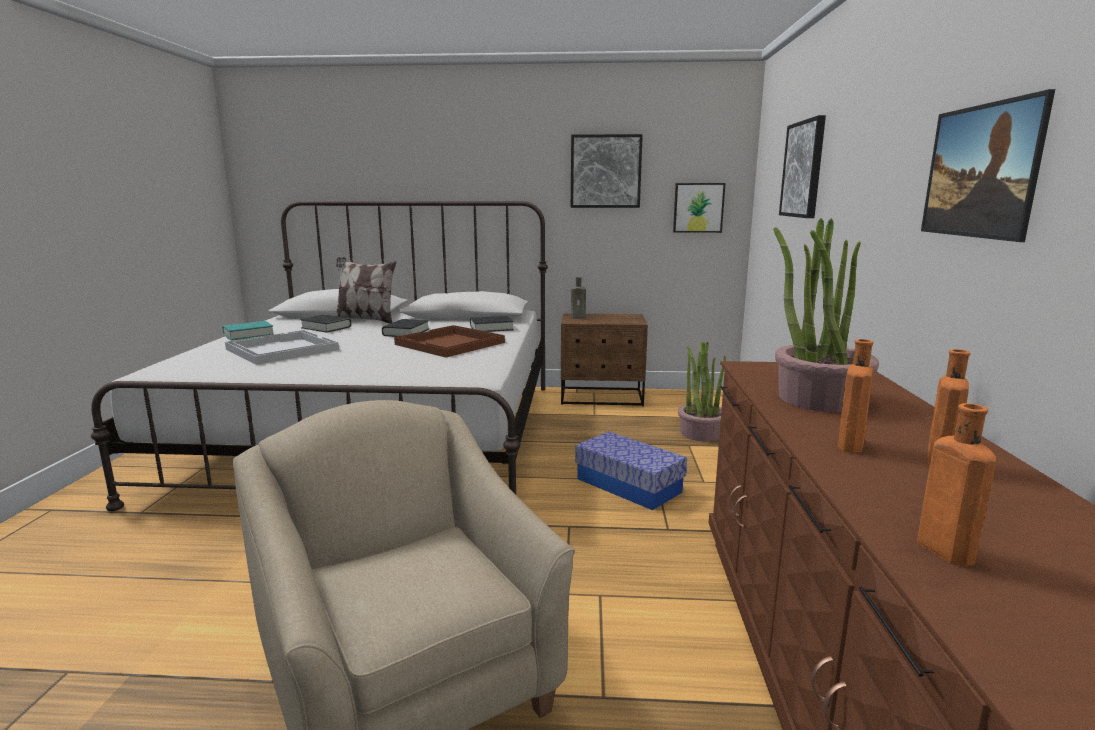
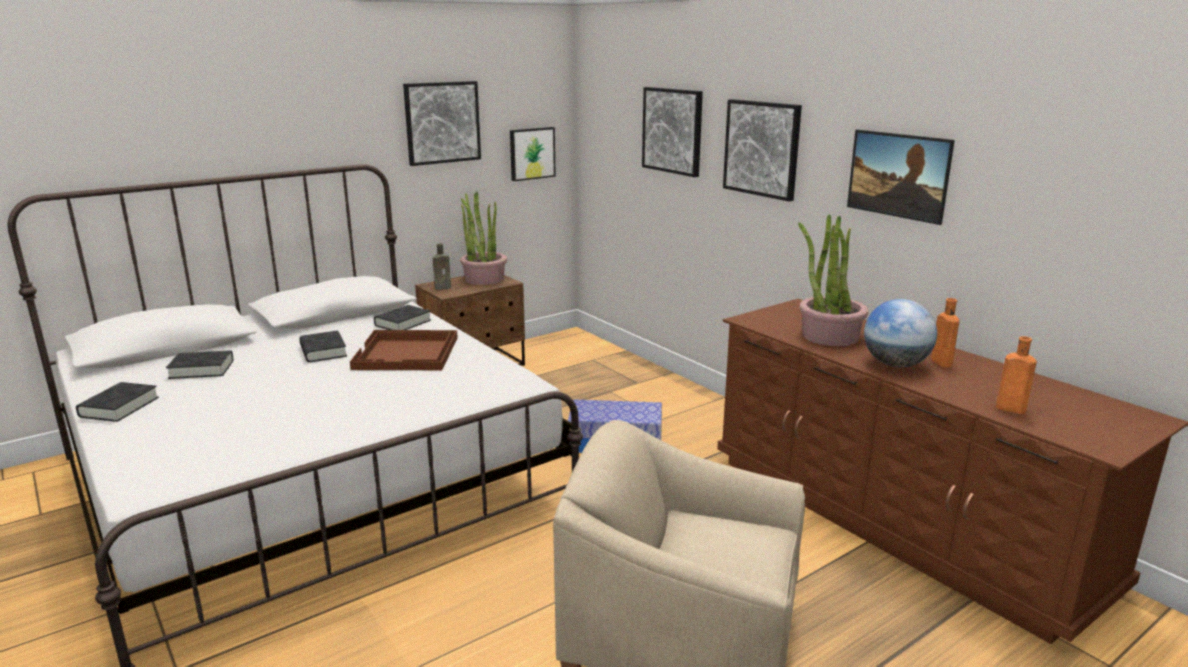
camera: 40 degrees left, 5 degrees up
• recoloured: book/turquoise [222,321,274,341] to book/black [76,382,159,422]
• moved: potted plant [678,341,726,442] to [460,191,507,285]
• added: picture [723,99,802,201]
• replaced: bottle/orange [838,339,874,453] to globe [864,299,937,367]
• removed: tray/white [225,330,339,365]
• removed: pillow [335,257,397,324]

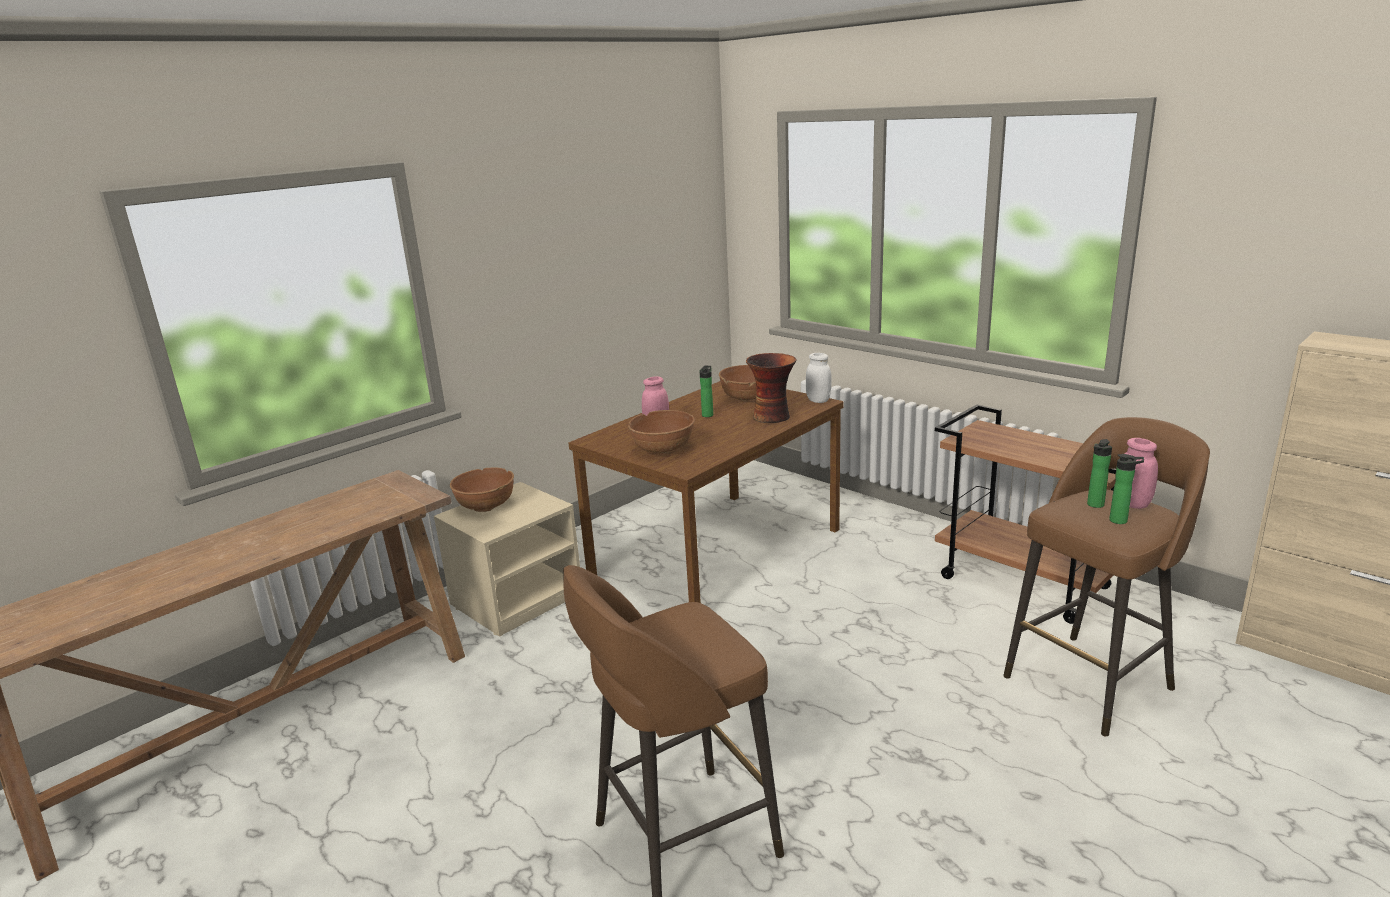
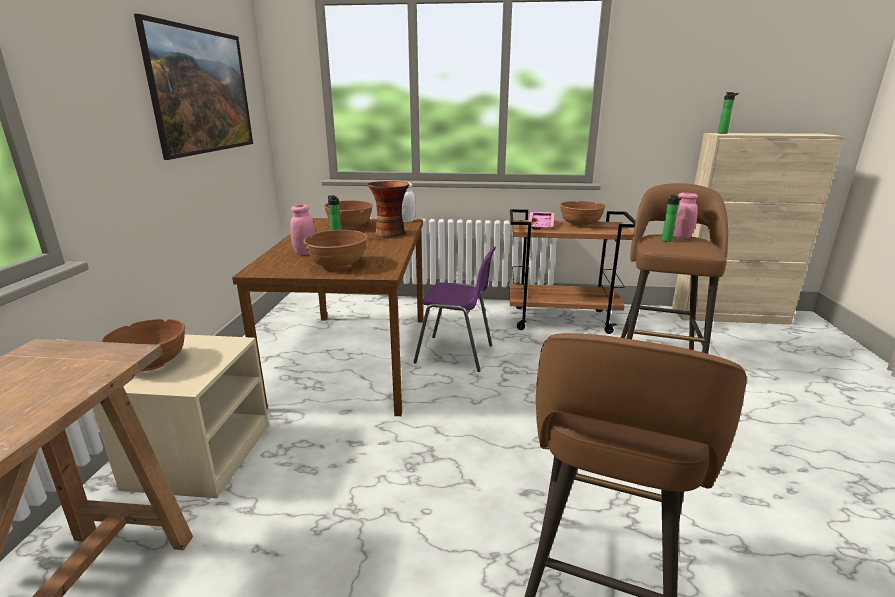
camera: 40 degrees left, 0 degrees up
• added: picture [134,14,253,160]
• added: chair/purple [414,246,496,372]
• added: tray/pink [528,212,554,230]
• added: bowl/brown [560,201,605,227]
• moved: bottle [1109,454,1144,524] to [718,92,739,134]

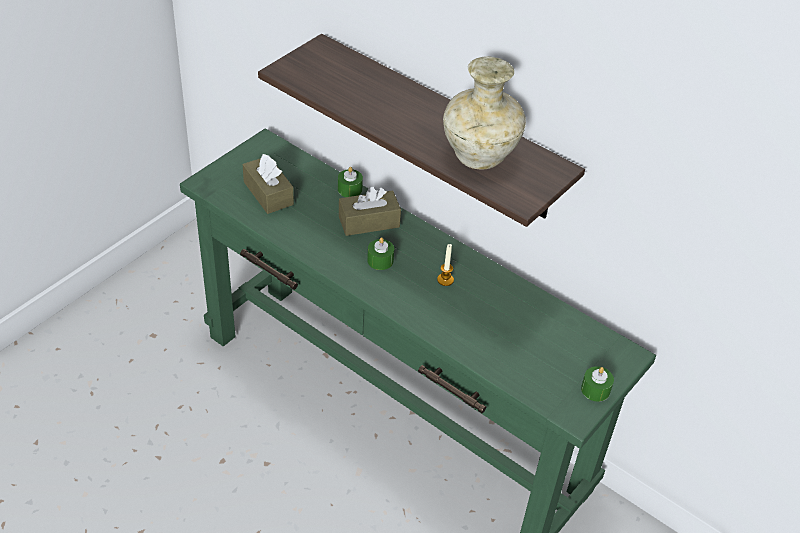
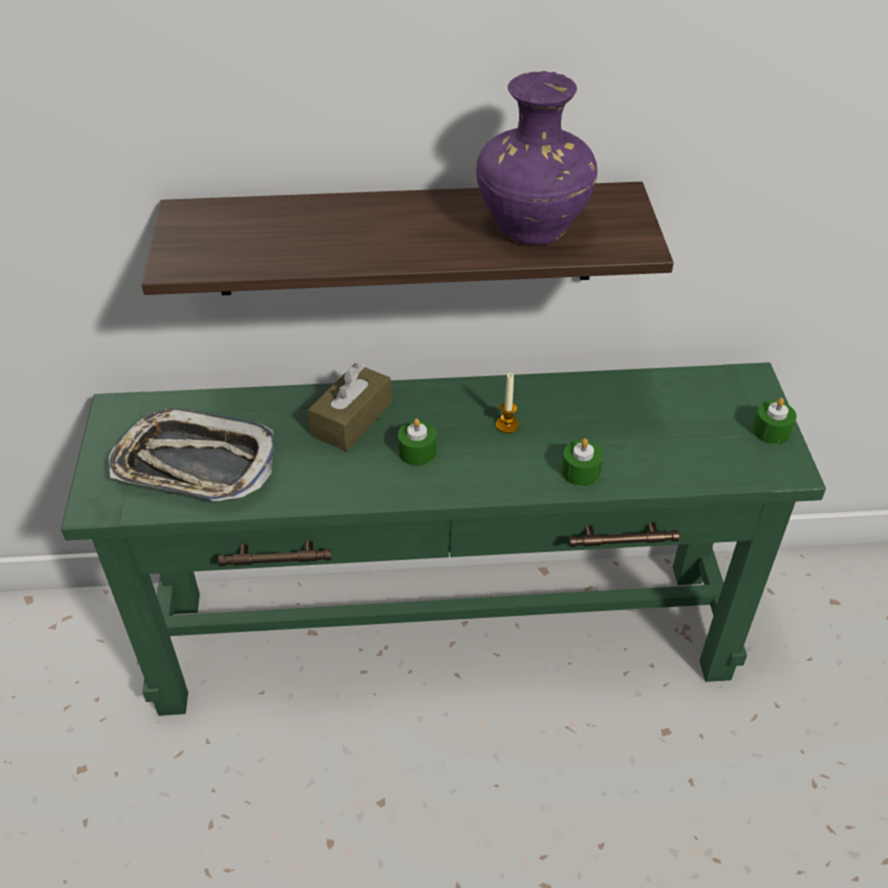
camera: 40 degrees left, 0 degrees up
• replaced: tissue box/brown [243,154,294,214] to tray [109,408,274,501]
• recoloured: vase/beige [443,56,526,170] to vase/purple [476,71,598,245]
• moved: candle/green [338,167,363,197] to [562,438,603,486]

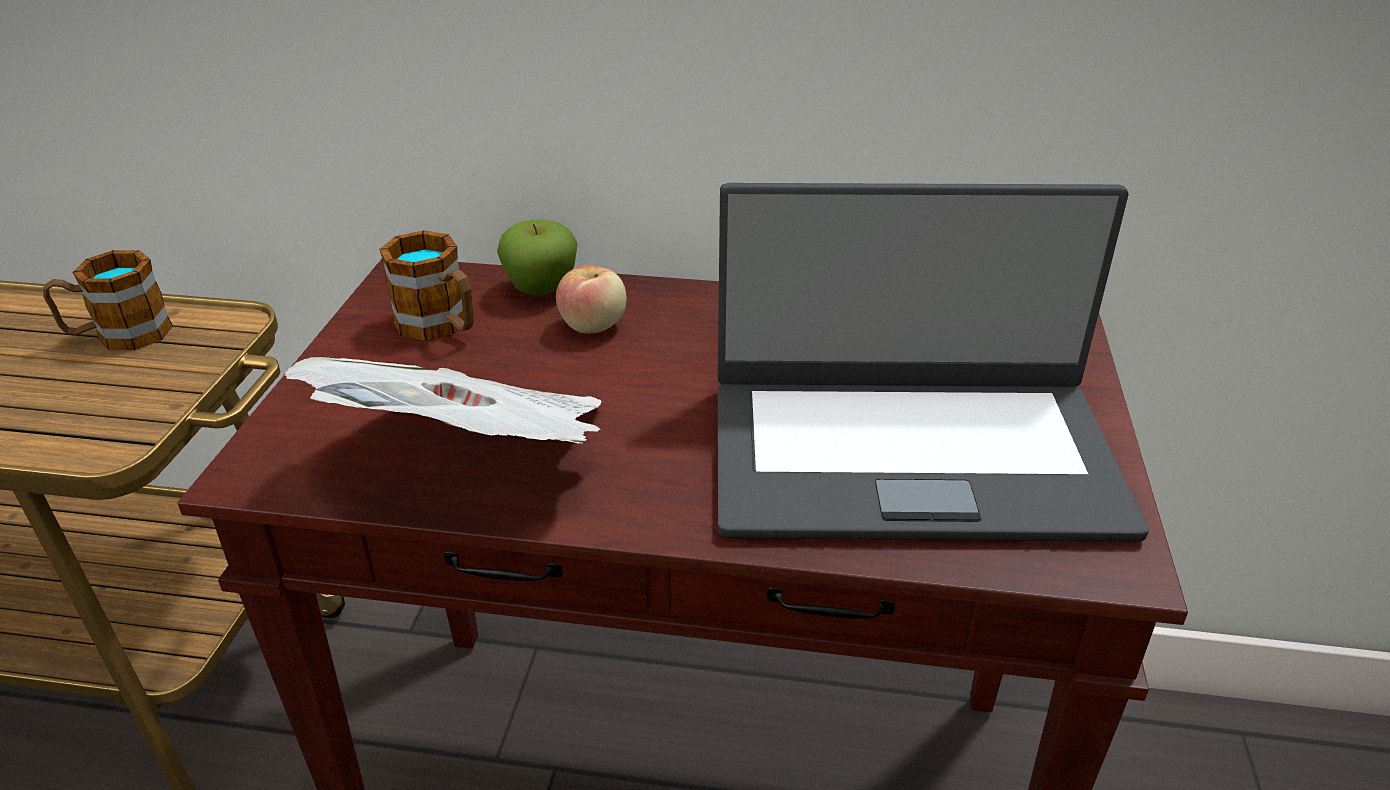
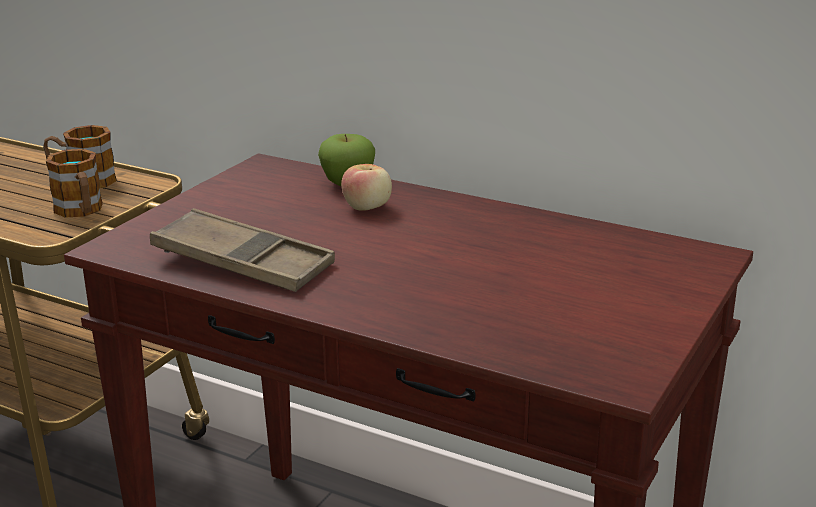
camera: 20 degrees right, 10 degrees down
• moved: mug [379,230,474,341] to [46,149,103,218]
• replaced: newspaper [285,357,602,444] to tray/brown [150,208,335,292]
• removed: laptop [718,183,1149,542]

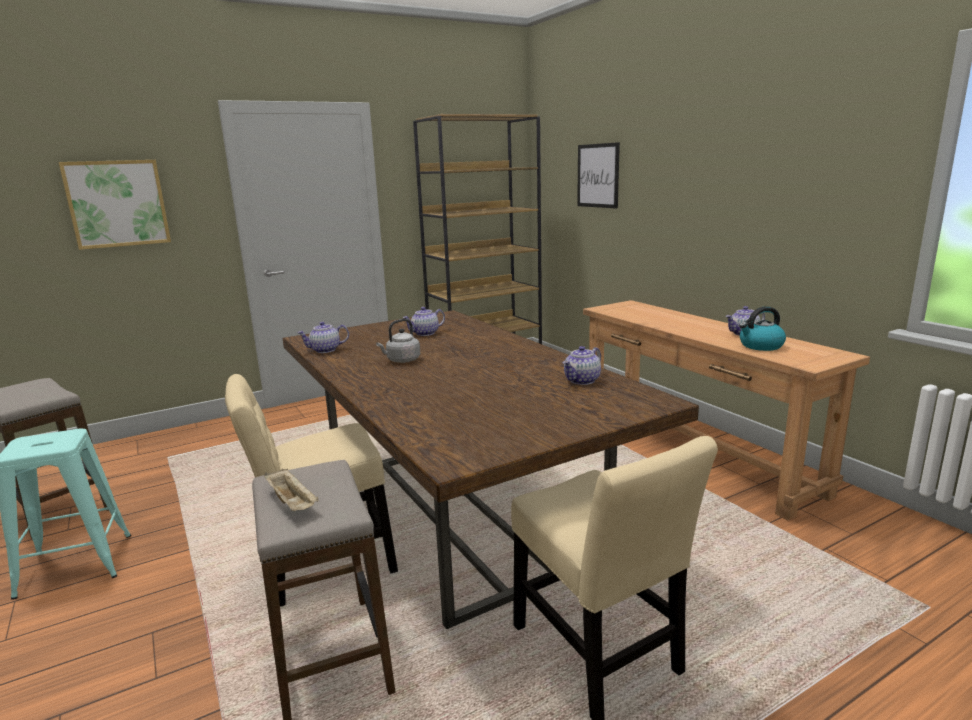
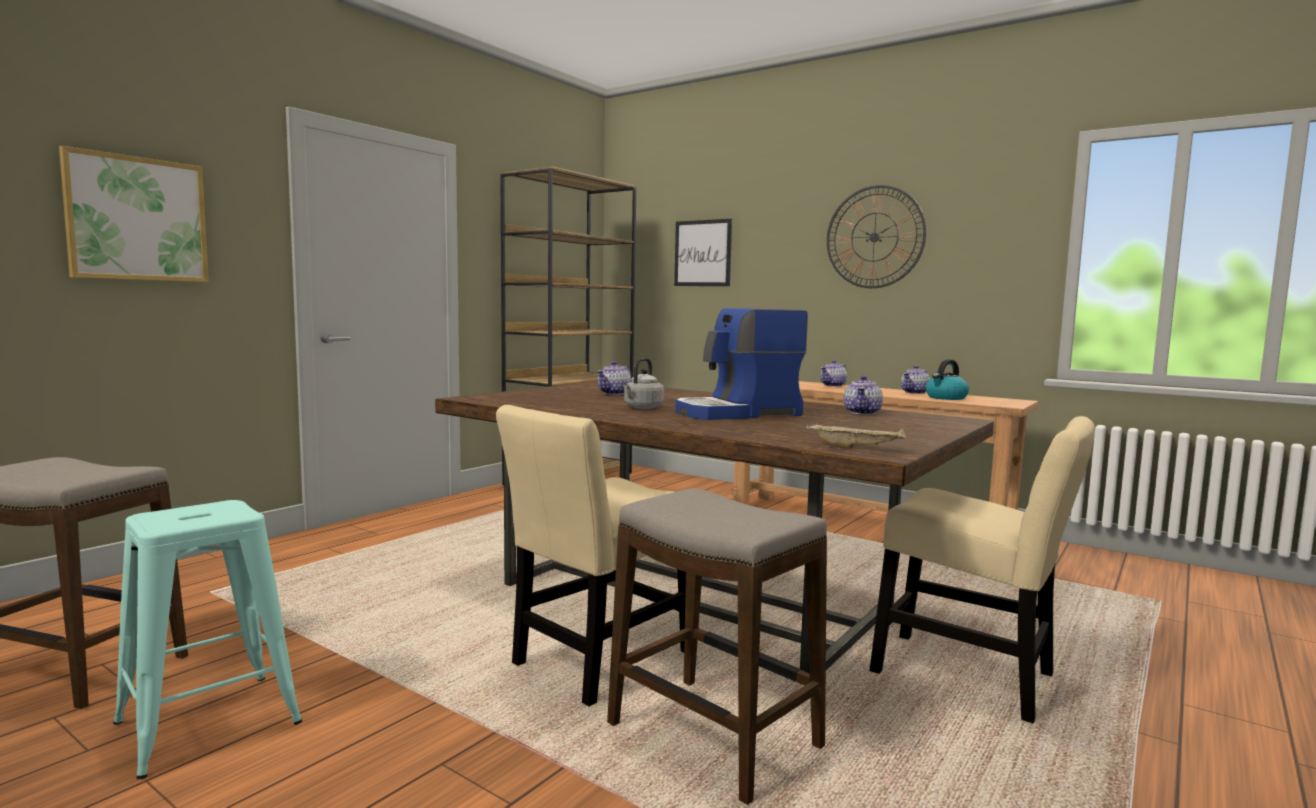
camera: 25 degrees left, 10 degrees down
• added: coffee machine [675,308,808,420]
• moved: tray/beige [264,469,319,511] to [806,423,906,449]
• moved: teapot [297,322,349,353] to [820,360,847,387]
• added: wall clock [827,185,926,288]

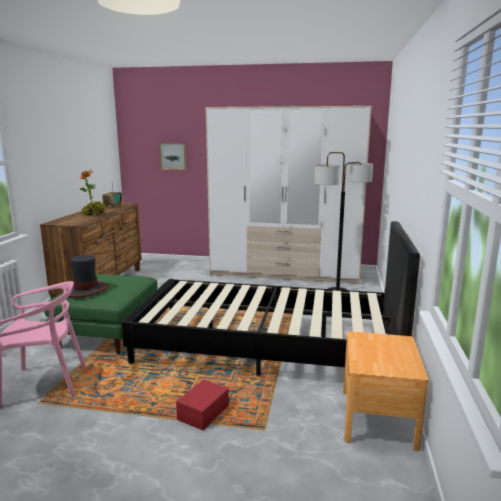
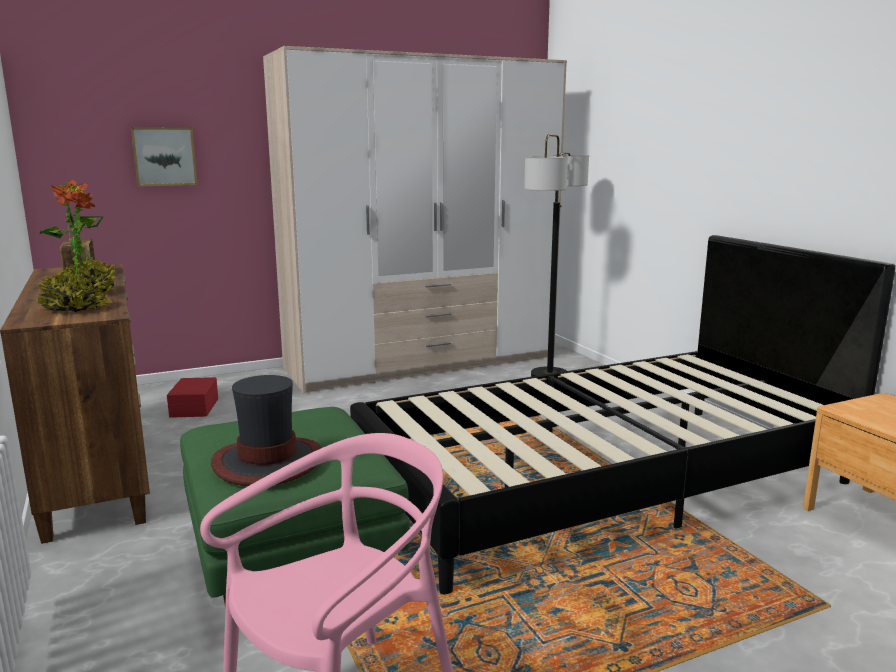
camera: 35 degrees left, 0 degrees up
• added: potted plant [36,185,113,312]
• moved: storage box/red [176,380,229,430] to [167,377,218,418]

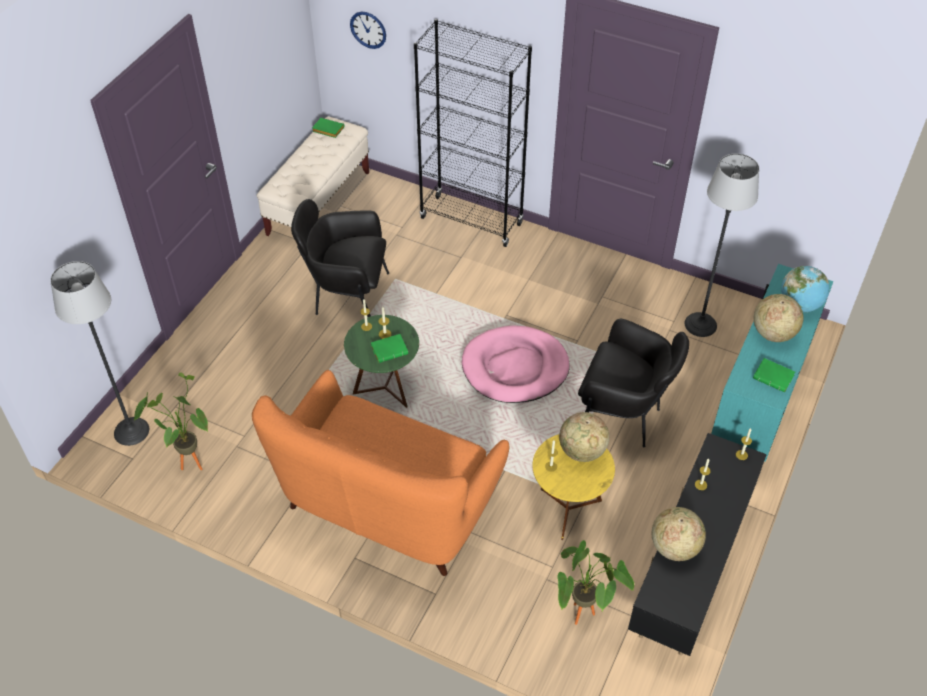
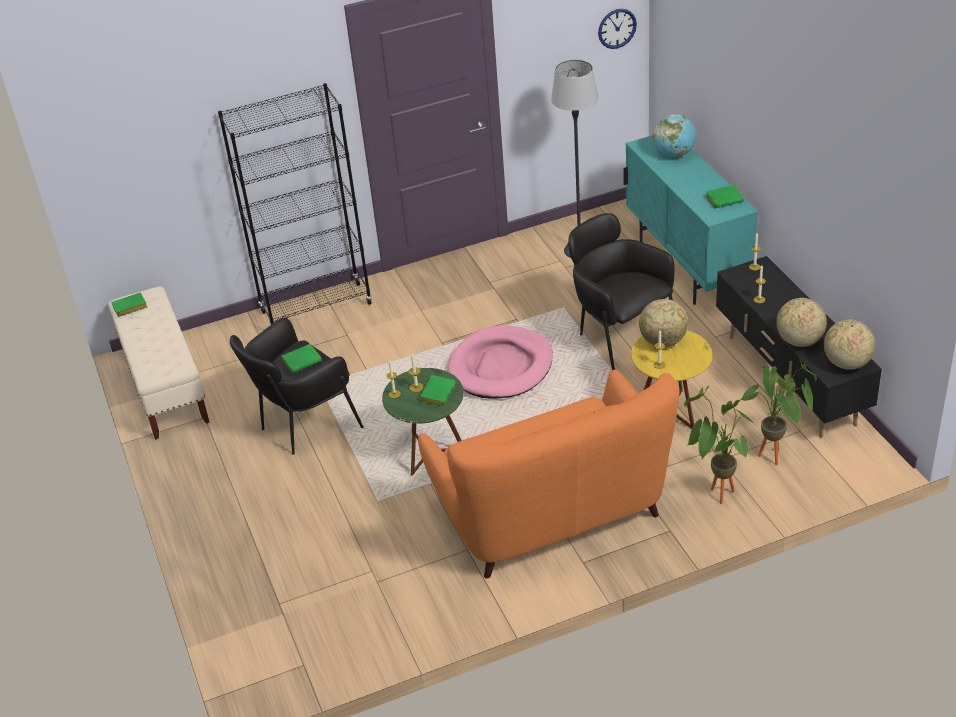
camera: 45 degrees left, 10 degrees down
• added: book/green [281,344,322,373]
• turned: armchair/black [578,319,689,447] = [568,213,674,370] 105 degrees counterclockwise
• moved: wall clock [350,12,386,49] to [598,9,637,49]
• moved: potted plant [134,373,208,470] to [684,386,755,504]
• moved: globe [754,294,804,342] to [824,319,876,370]
• removed: floor lamp [50,261,149,446]

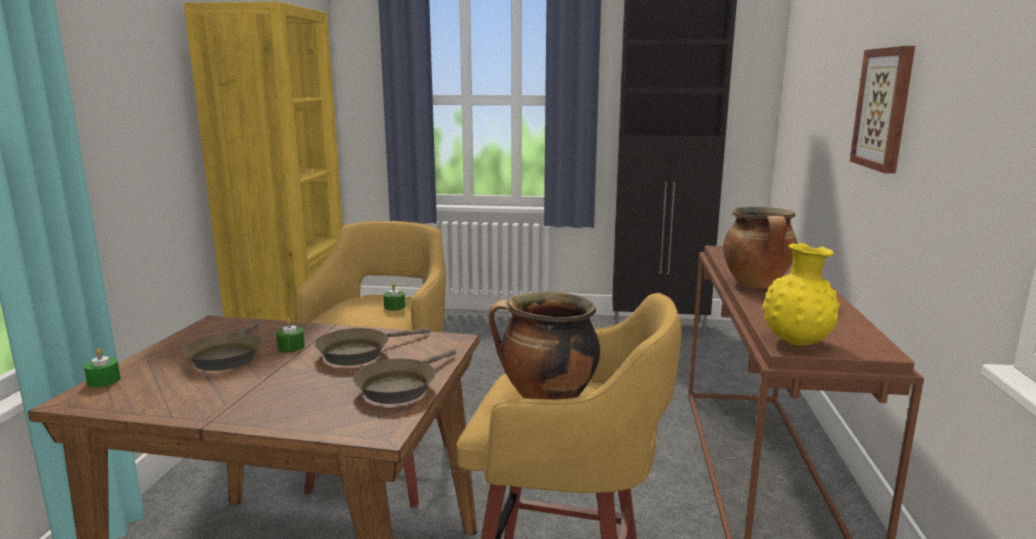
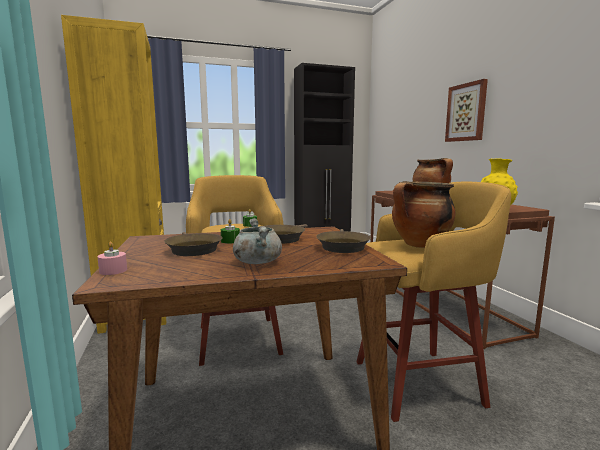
camera: 25 degrees left, 5 degrees down
• recoloured: candle/green [84,349,121,387] to candle/pink [97,242,127,275]
• added: cooking pot/grey [233,218,282,264]

